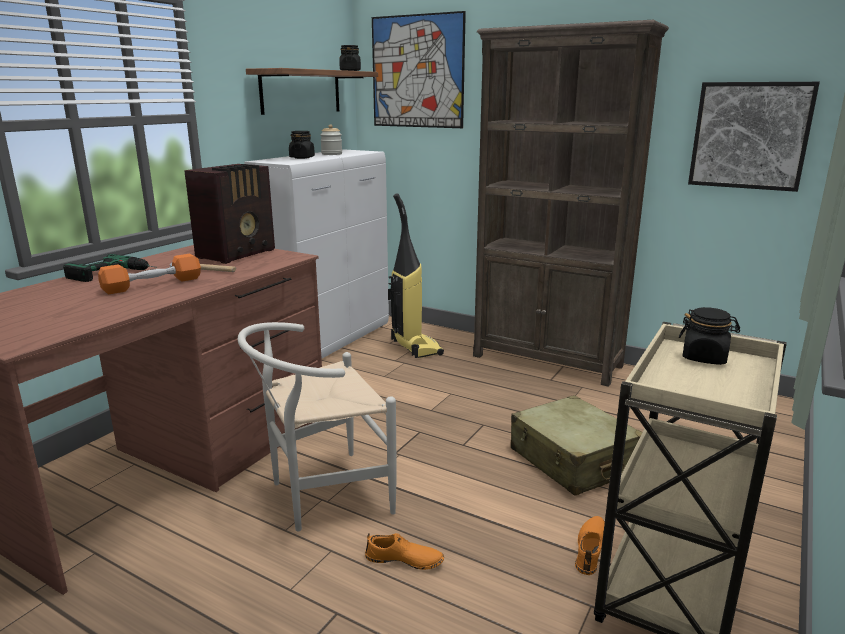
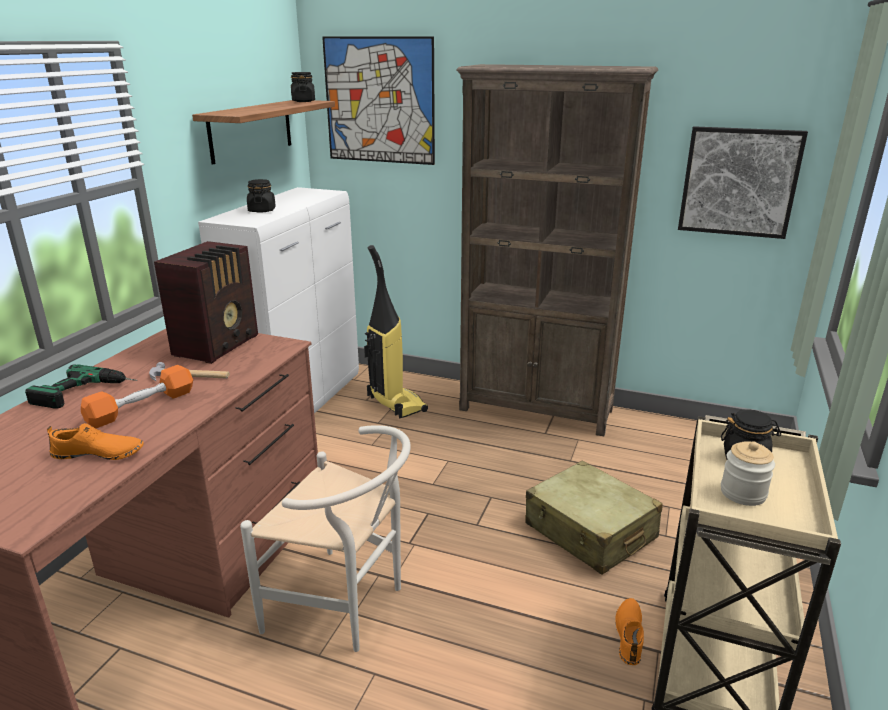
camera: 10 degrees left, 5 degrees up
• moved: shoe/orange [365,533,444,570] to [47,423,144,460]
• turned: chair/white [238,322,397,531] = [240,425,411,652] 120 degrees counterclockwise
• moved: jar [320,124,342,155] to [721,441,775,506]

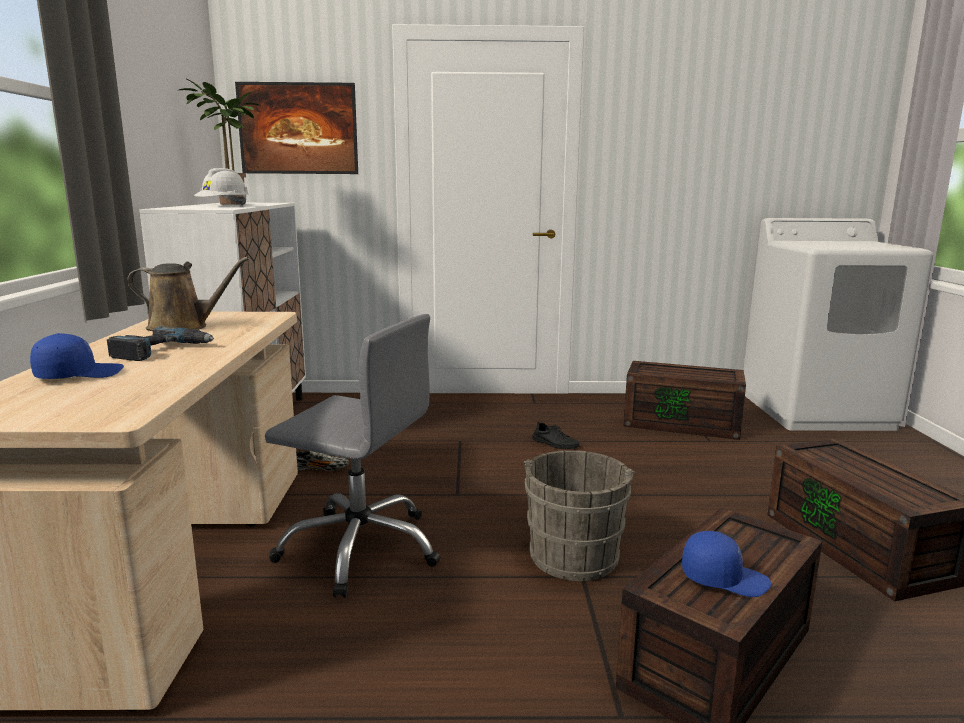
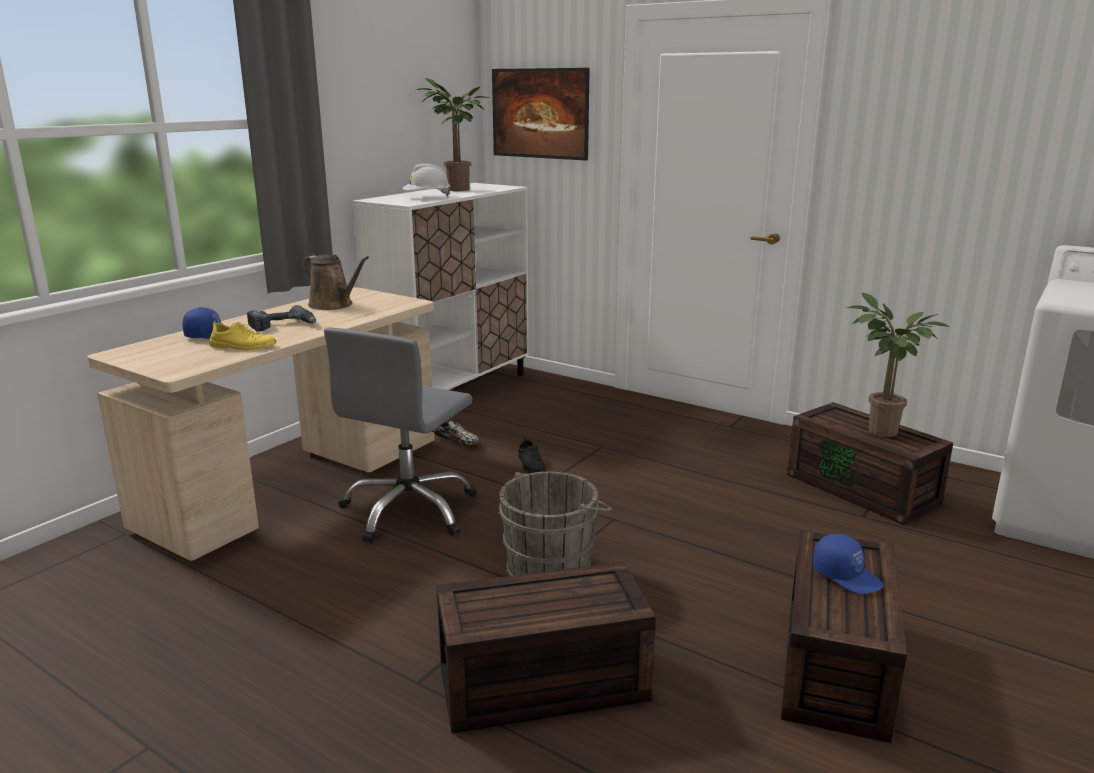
camera: 35 degrees right, 5 degrees up
• added: shoe/yellow [209,322,276,350]
• turned: office chair/grey [265,314,441,598] = [324,328,477,544] 60 degrees clockwise
• moved: shoe/black [532,422,580,449] to [518,438,546,473]
• moved: cap/blue [682,531,771,597] to [813,534,884,594]
• added: potted plant [847,293,949,437]

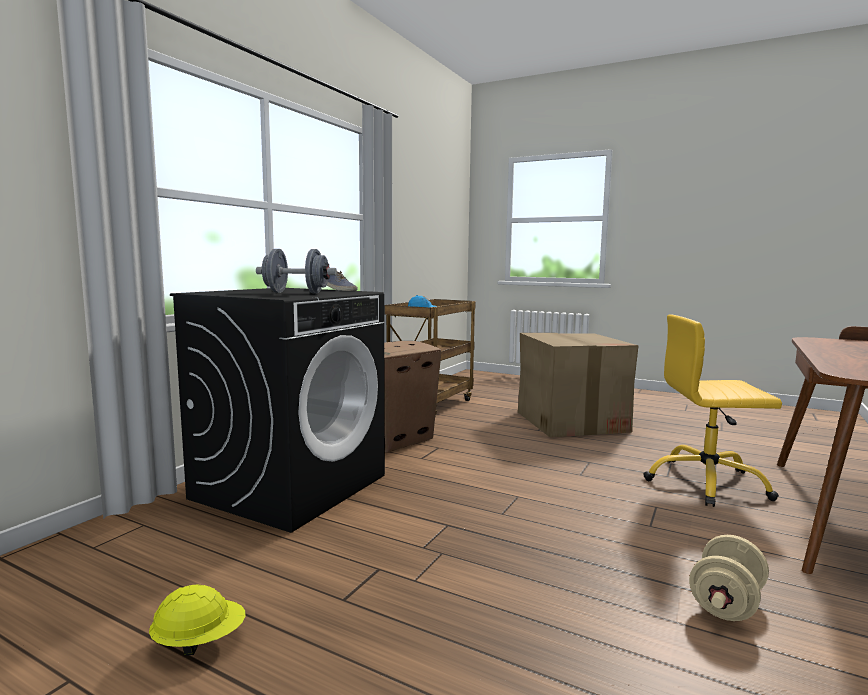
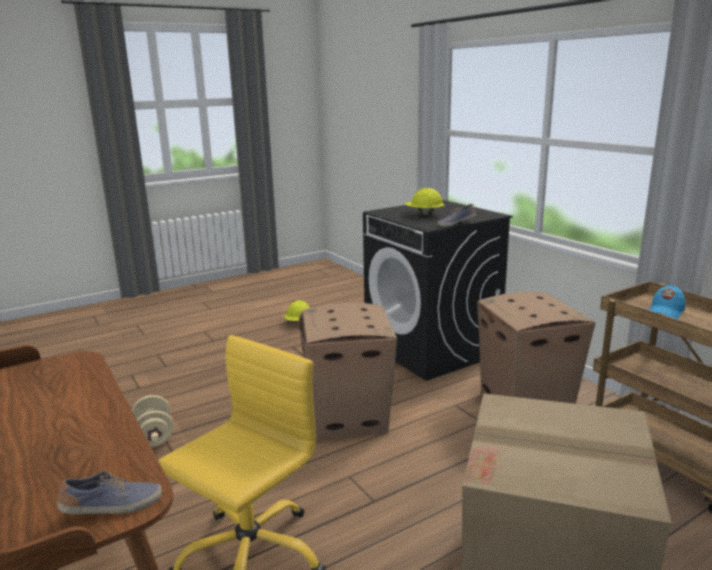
camera: 120 degrees right, 10 degrees up
• added: shoe [57,471,162,515]
• added: cardboard box [298,303,397,439]
• replaced: dumbbell/grey [256,249,337,293] to hard hat/yellow [405,188,444,216]

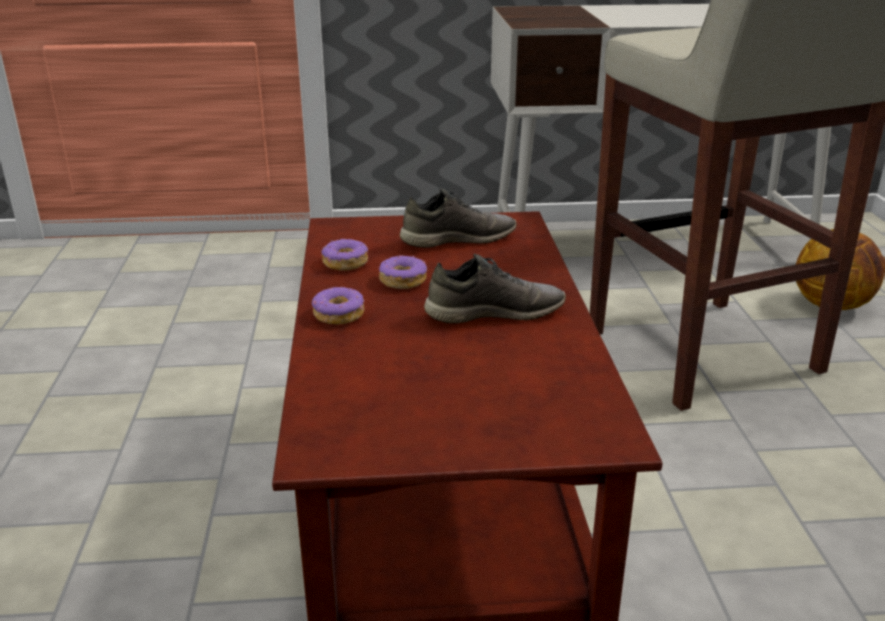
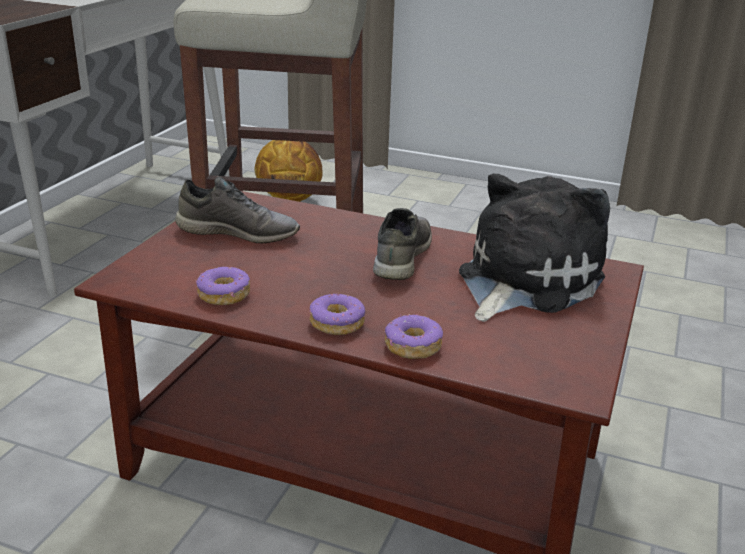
camera: 65 degrees left, 0 degrees up
• turned: shoe/grey [400,188,517,248] = [175,176,300,244] 90 degrees clockwise
• moved: donut [378,255,427,289] to [385,314,443,359]
• added: plush toy [459,174,610,322]

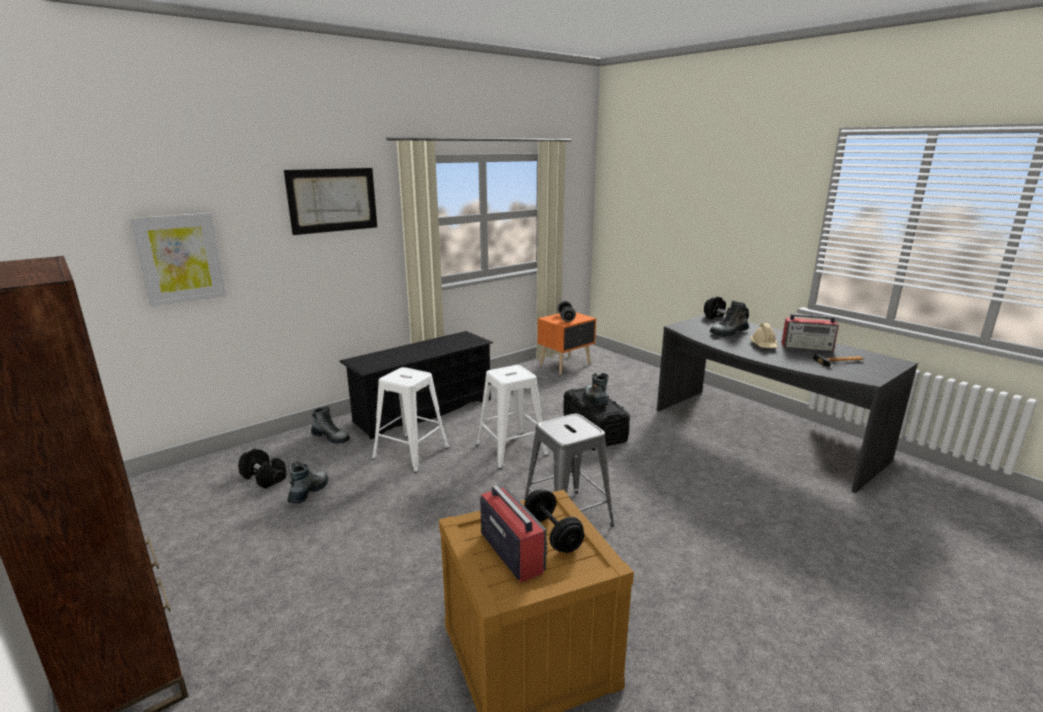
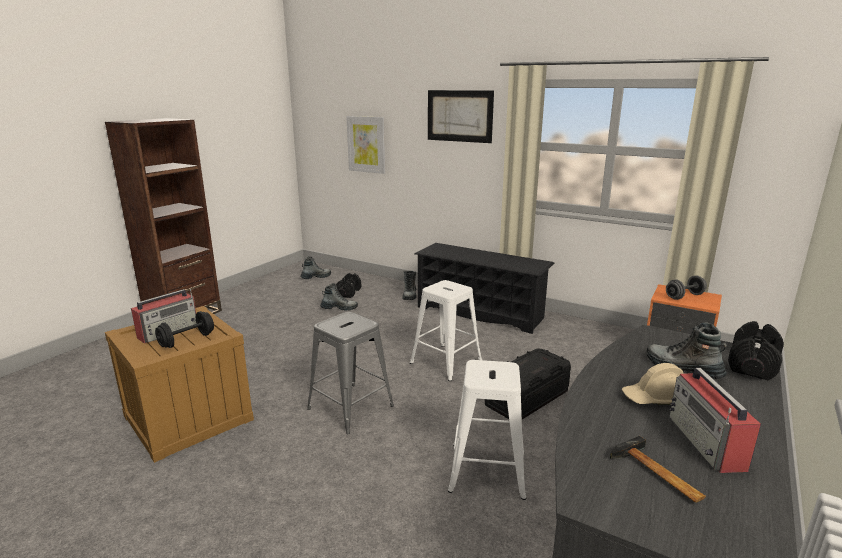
camera: 70 degrees right, 0 degrees up
• moved: boot [583,373,609,406] to [300,257,331,279]
• moved: stool/white [372,367,449,473] to [448,360,526,500]

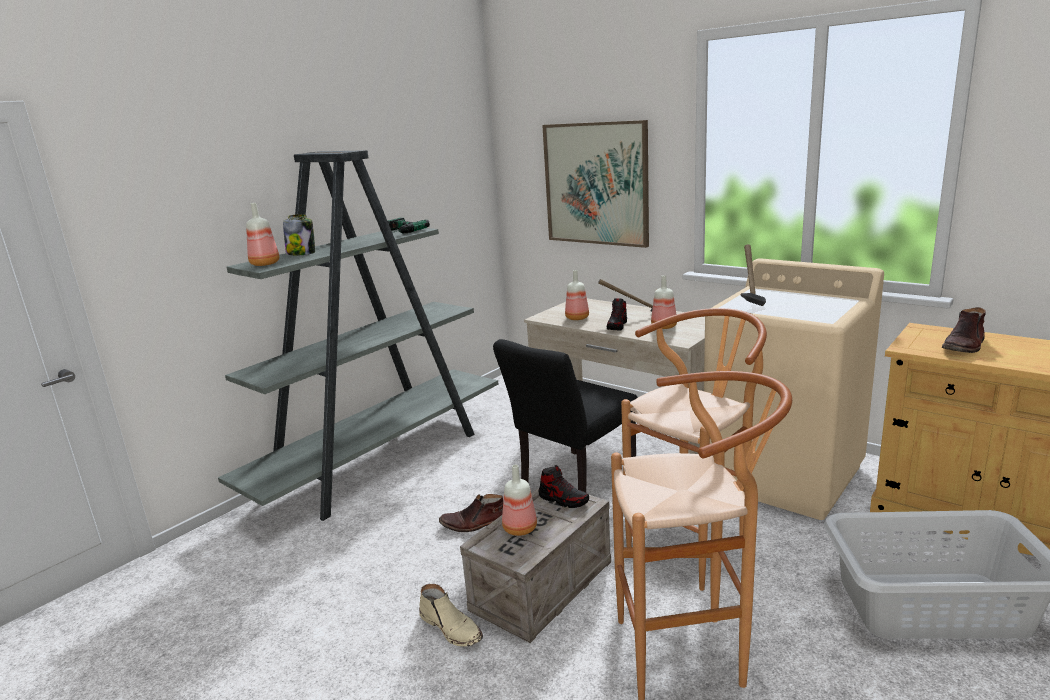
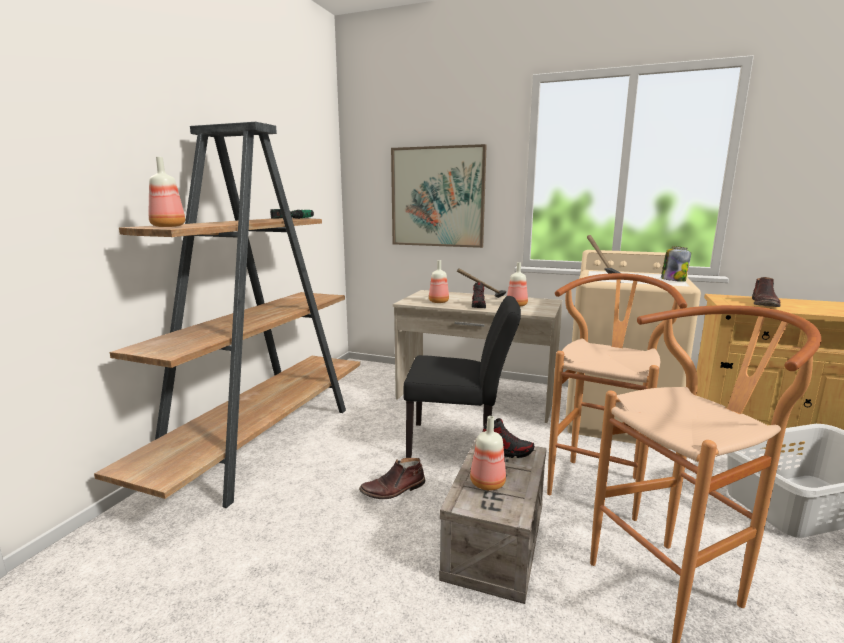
camera: 20 degrees left, 5 degrees down
• recoloured: bookcase/grey [218,150,498,521] to bookcase/brown [94,122,360,508]
• turned: chair/black [493,339,638,493] = [403,296,521,458] 105 degrees counterclockwise
• moved: jar [283,214,315,255] to [661,246,691,282]
• removed: boot/beige [419,584,483,647]

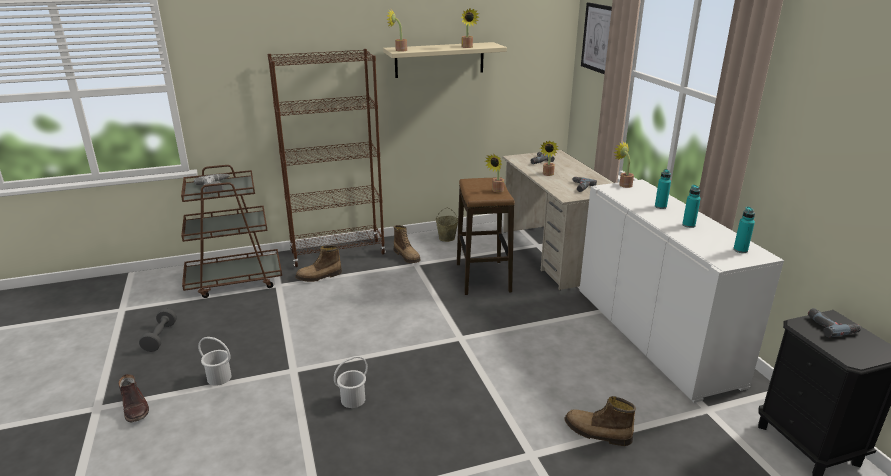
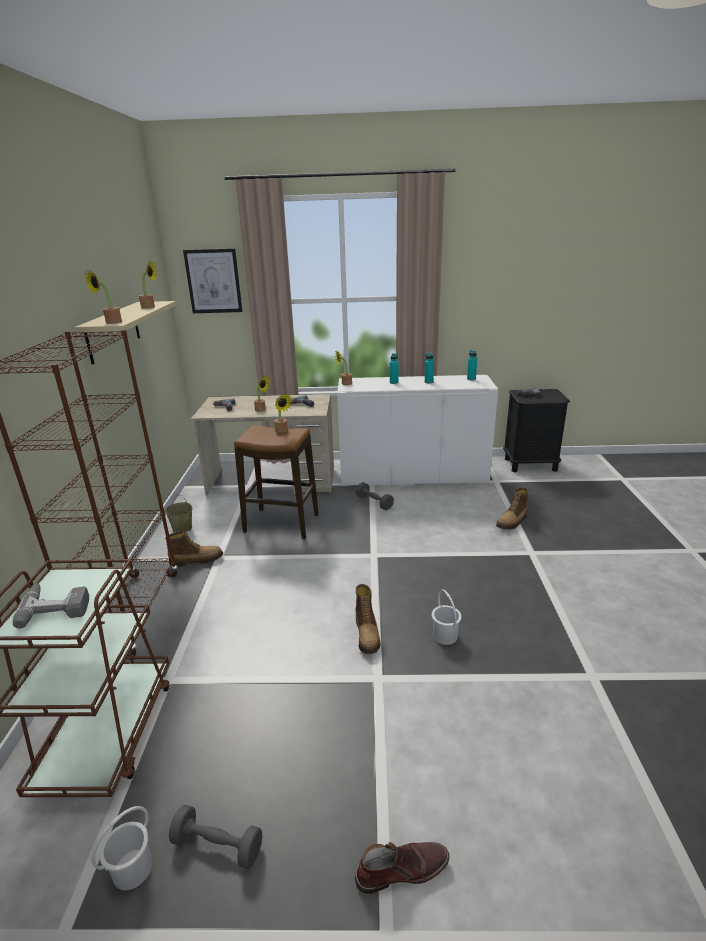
camera: 70 degrees left, 0 degrees up
• moved: bucket/white [198,337,231,386] to [92,806,153,890]
• added: dumbbell/grey [356,482,394,510]
• moved: boot [295,245,342,282] to [356,584,380,654]

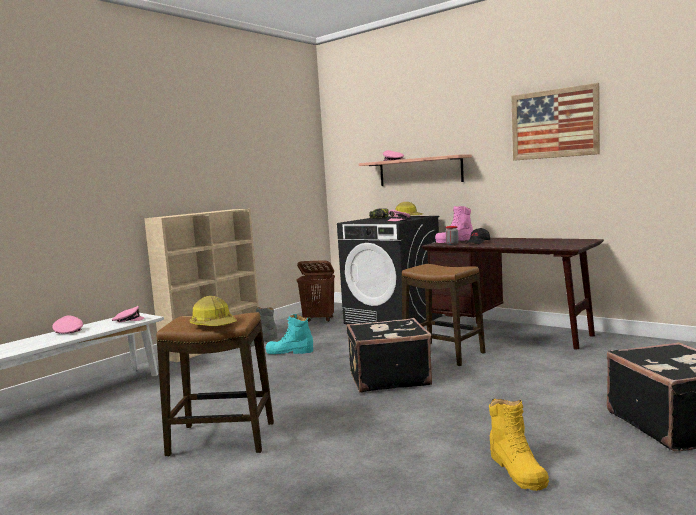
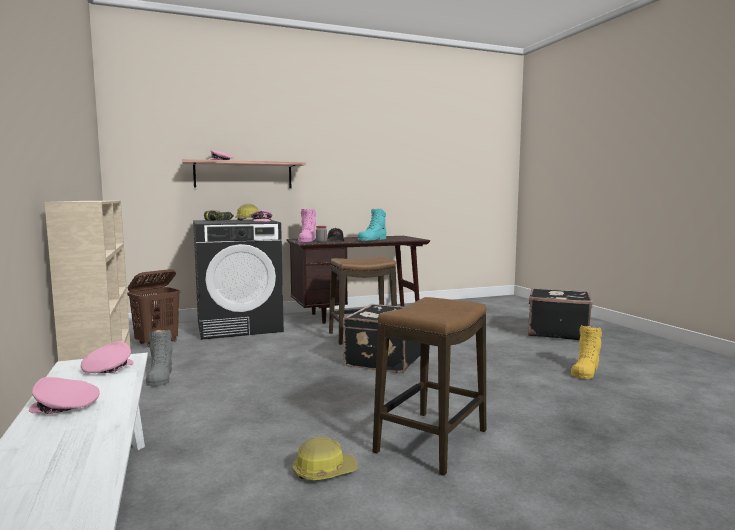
camera: 60 degrees left, 0 degrees up
• moved: hard hat [190,296,237,326] to [293,437,357,480]
• moved: boot/turquoise [266,314,313,354] to [358,209,387,241]
• turned: boot/yellow [489,399,549,491] = [571,325,602,379] 105 degrees clockwise
• removed: picture [511,83,600,161]

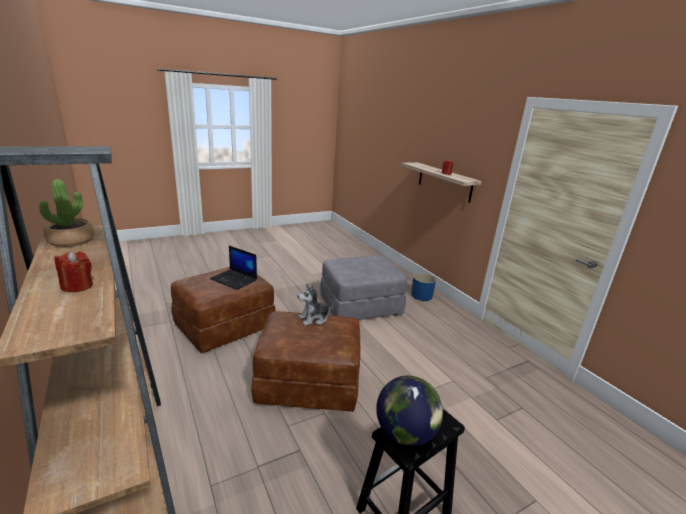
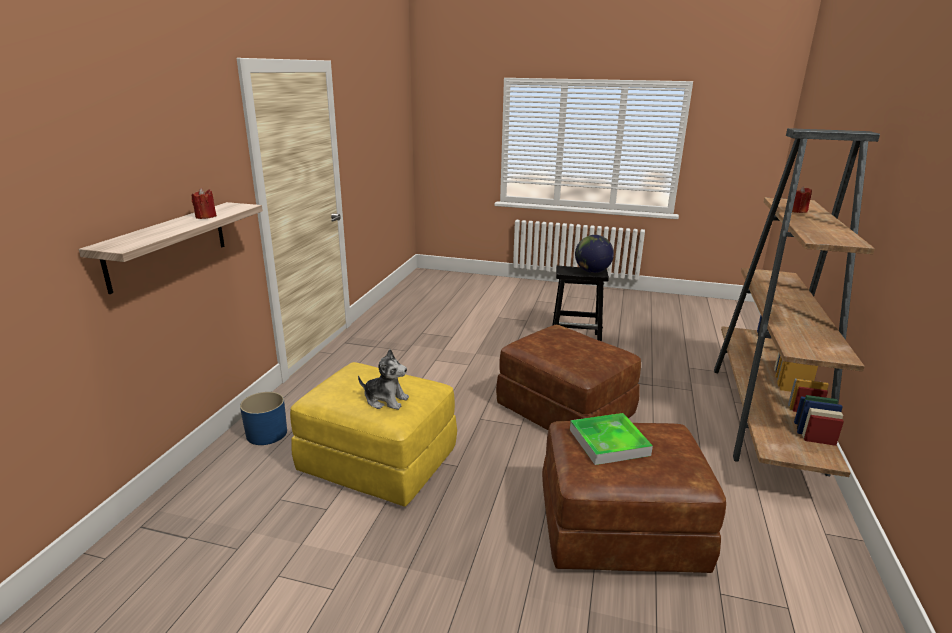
camera: 135 degrees left, 0 degrees up
• recoloured: ottoman/grey [320,255,407,320] to ottoman/yellow [290,362,457,507]
• moved: plush toy [298,284,334,326] to [358,349,409,410]
• replaced: laptop [210,246,257,290] to tray [570,413,653,465]
• removed: potted plant [39,179,95,247]

